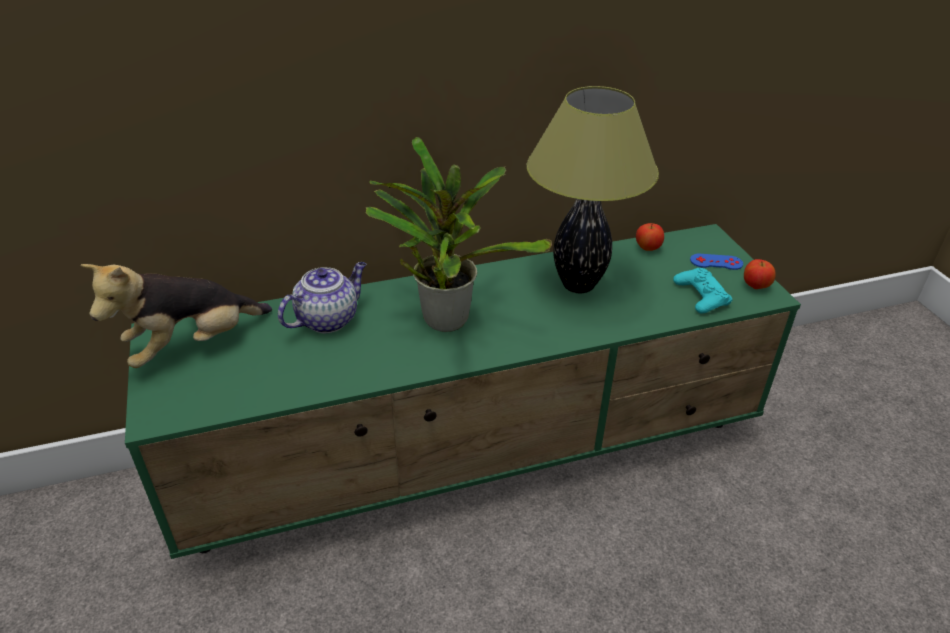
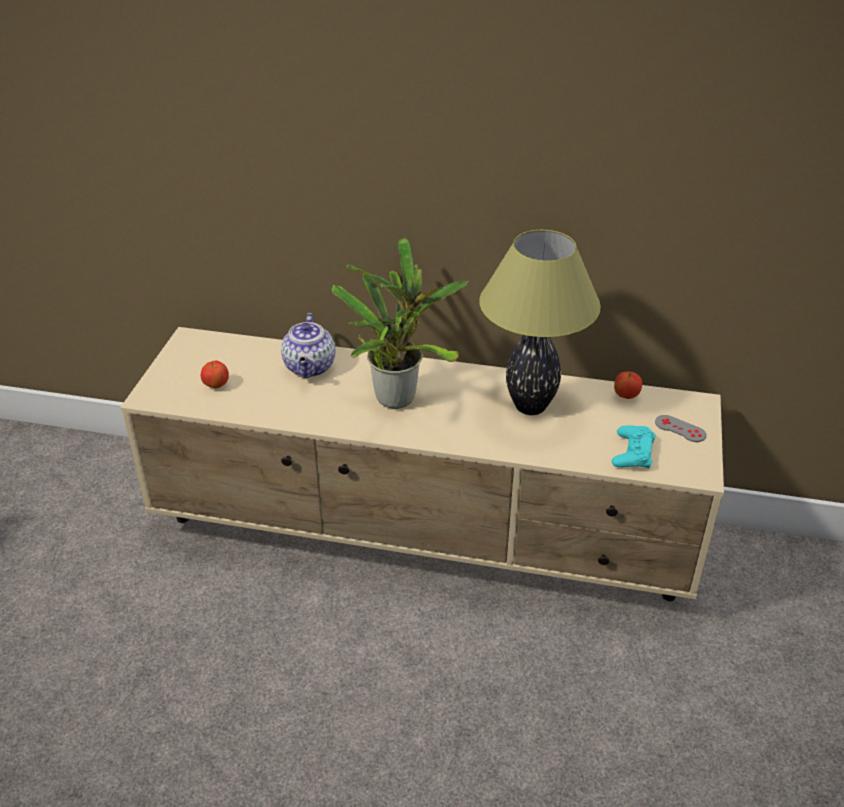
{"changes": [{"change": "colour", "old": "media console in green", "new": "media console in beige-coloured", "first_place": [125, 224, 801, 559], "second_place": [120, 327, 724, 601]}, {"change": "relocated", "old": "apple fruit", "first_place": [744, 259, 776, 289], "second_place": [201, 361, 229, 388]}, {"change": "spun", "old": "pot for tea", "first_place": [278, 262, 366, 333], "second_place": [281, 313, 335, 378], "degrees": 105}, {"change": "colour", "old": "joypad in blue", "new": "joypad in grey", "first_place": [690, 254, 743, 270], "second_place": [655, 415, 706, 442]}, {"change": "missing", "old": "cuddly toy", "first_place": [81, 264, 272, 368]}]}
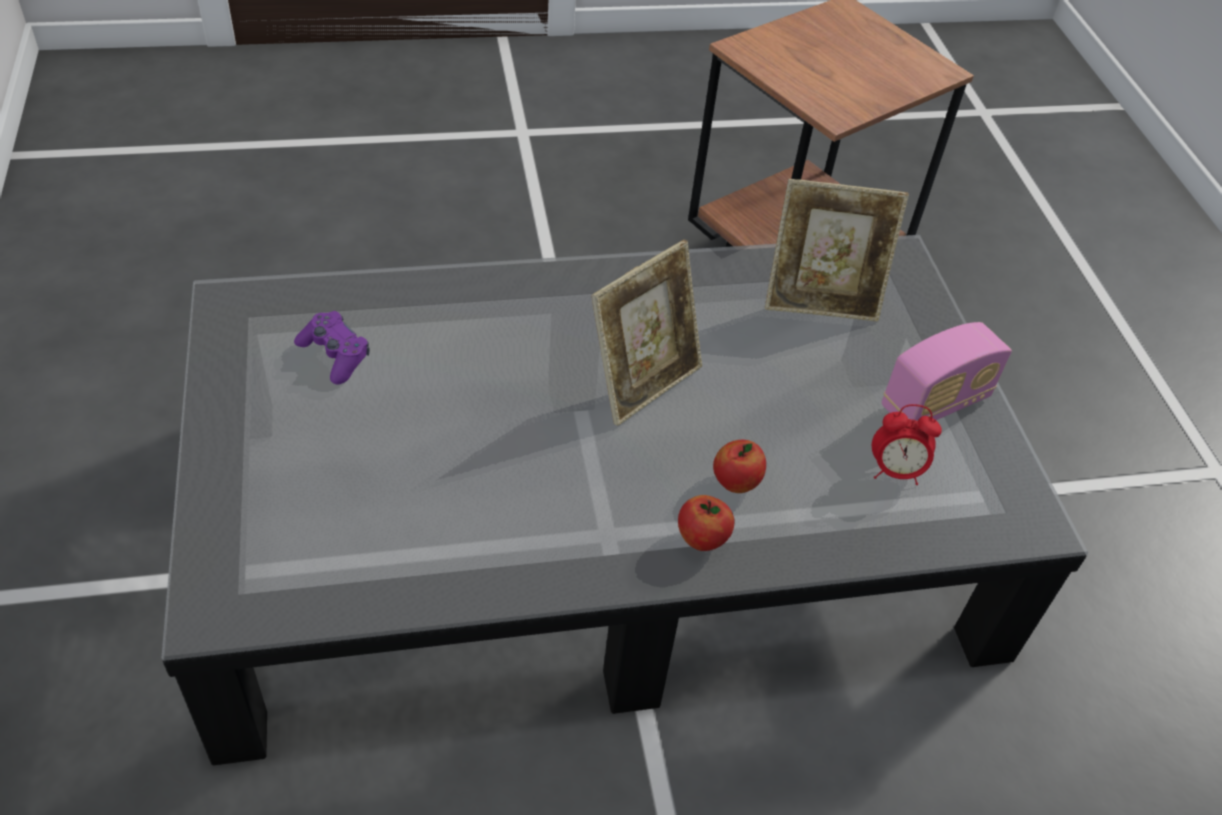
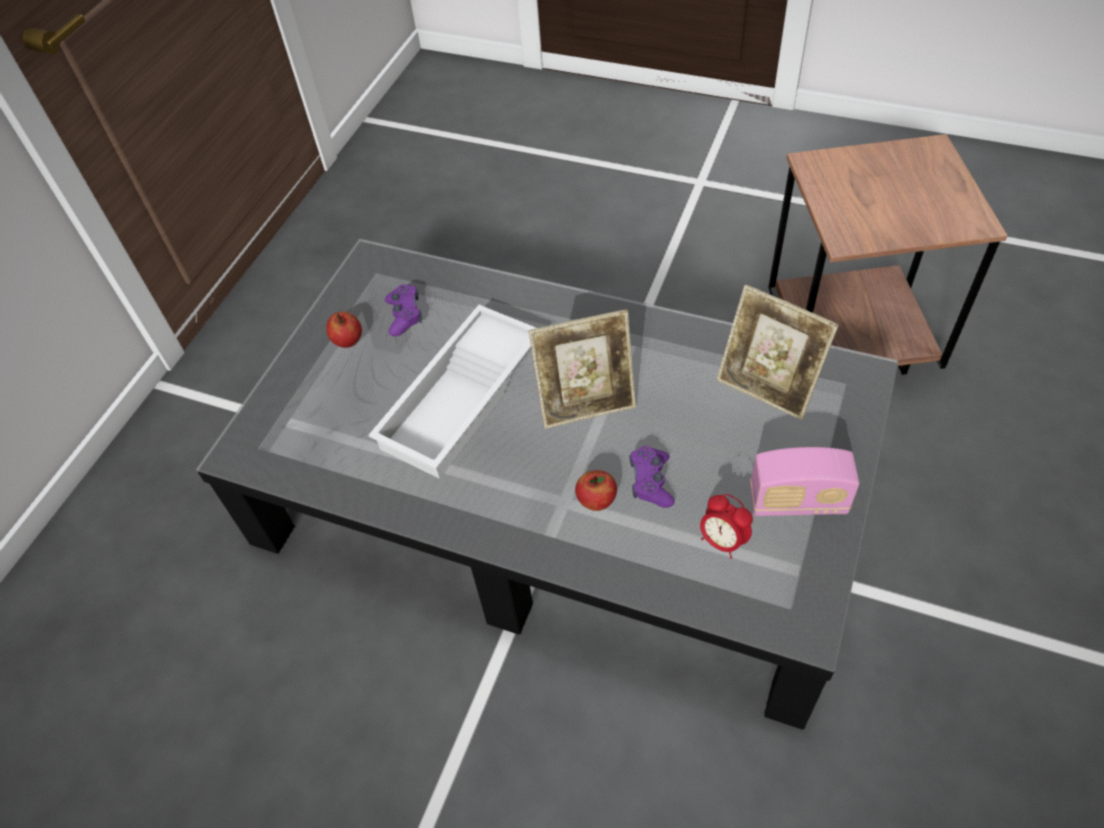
{"changes": [{"change": "relocated", "old": "apple fruit", "first_place": [678, 495, 735, 551], "second_place": [326, 312, 362, 348]}, {"change": "appeared", "new": "carrying tray in white-coloured", "second_place": [368, 305, 536, 479]}, {"change": "appeared", "new": "joypad in purplish", "second_place": [629, 446, 675, 508]}]}
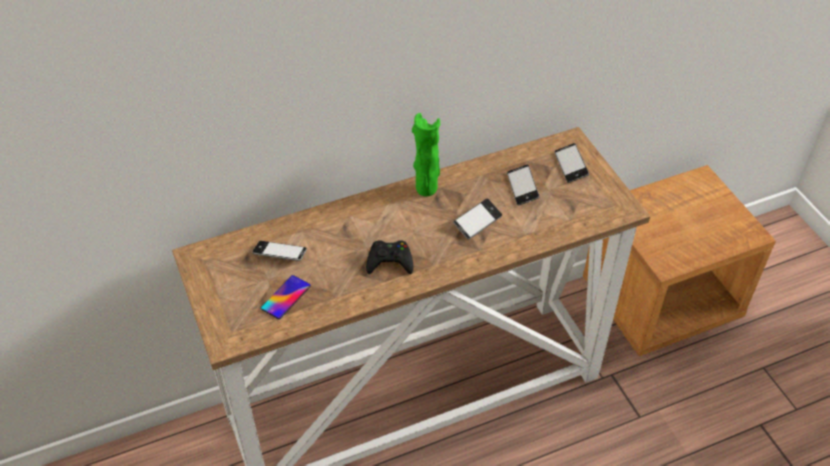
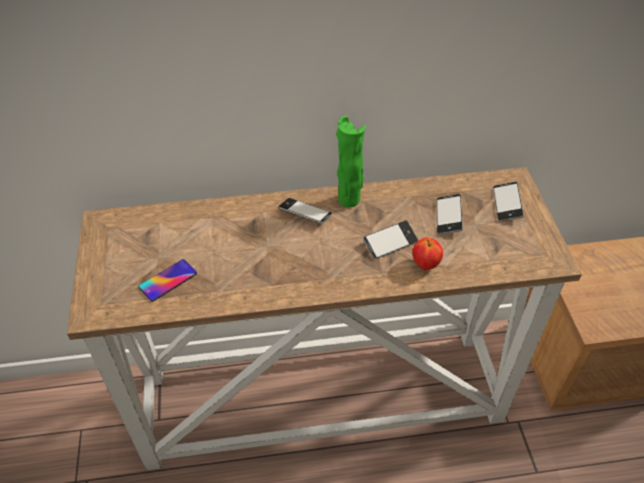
{"changes": [{"change": "relocated", "old": "telephone", "first_place": [252, 241, 307, 261], "second_place": [278, 198, 332, 223]}, {"change": "appeared", "new": "apple fruit", "second_place": [412, 237, 443, 270]}, {"change": "missing", "old": "joypad in blackish", "first_place": [366, 240, 414, 274]}]}
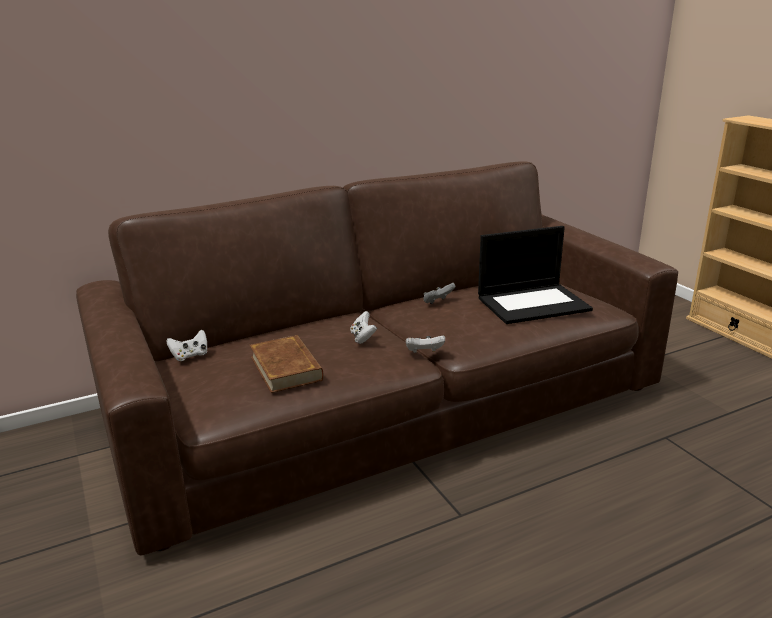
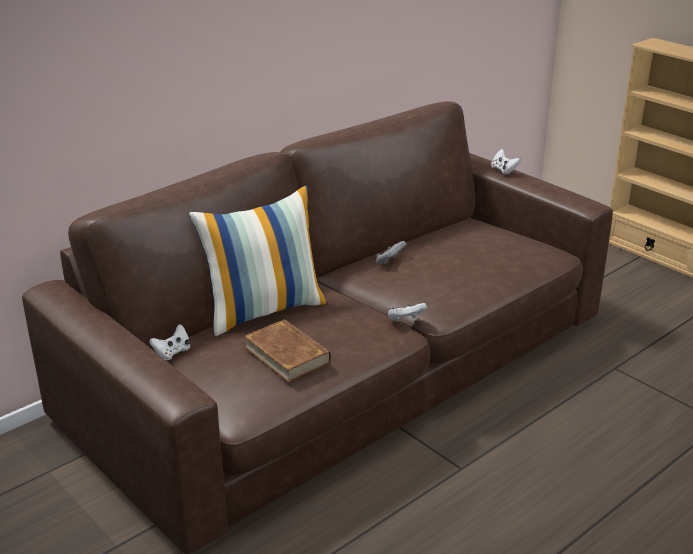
{"changes": [{"change": "appeared", "new": "pillow", "second_place": [189, 185, 328, 336]}, {"change": "relocated", "old": "joypad in white-coloured", "first_place": [350, 311, 377, 344], "second_place": [491, 149, 521, 175]}, {"change": "missing", "old": "notebook computer", "first_place": [478, 226, 593, 324]}]}
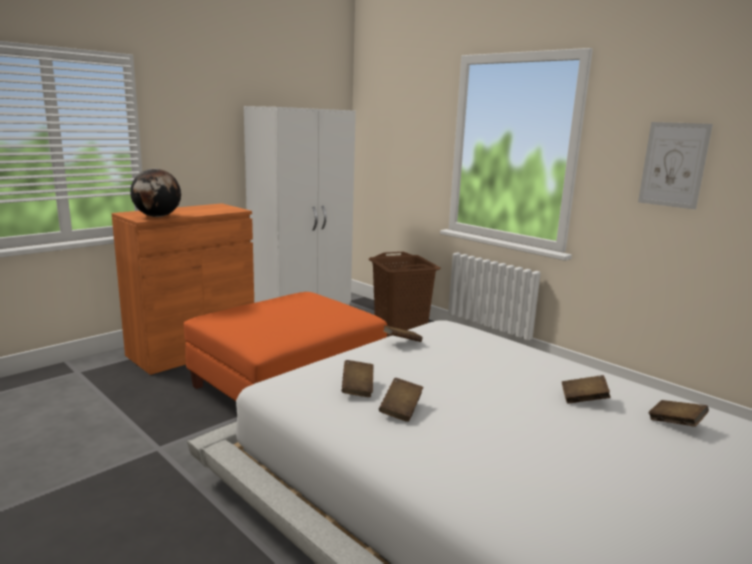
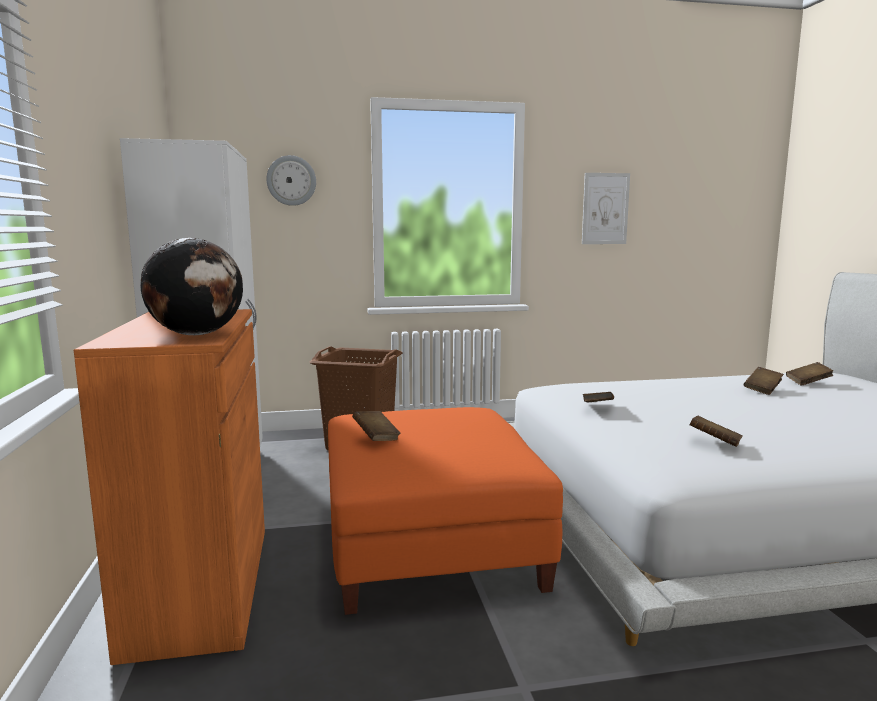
{"changes": [{"change": "appeared", "new": "hanging clock", "second_place": [266, 155, 316, 206]}, {"change": "relocated", "old": "volume in brown", "first_place": [379, 378, 423, 422], "second_place": [352, 411, 401, 441]}]}
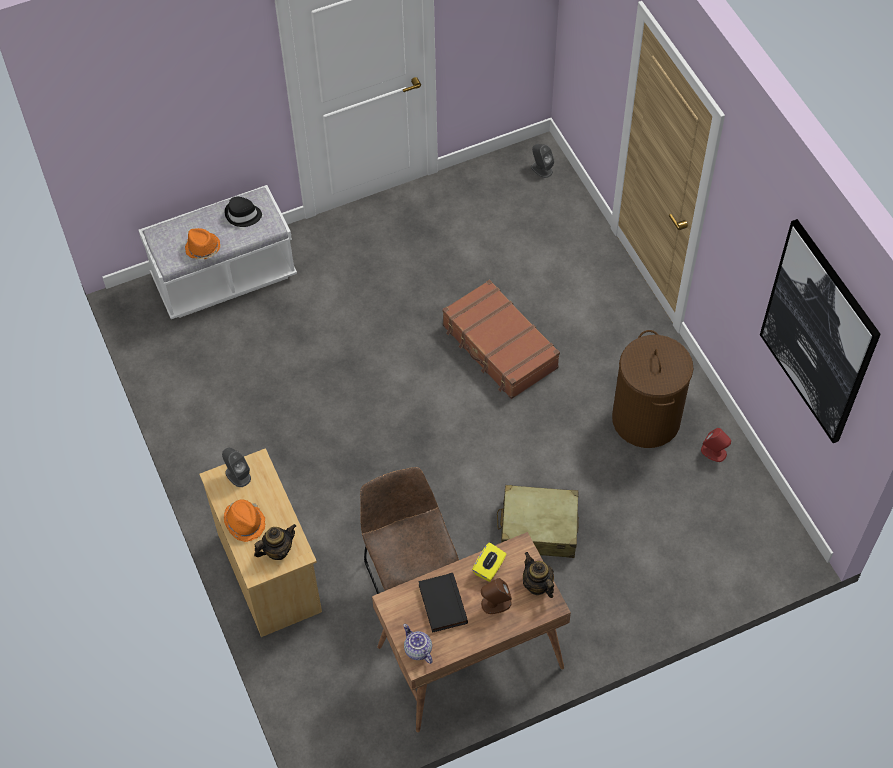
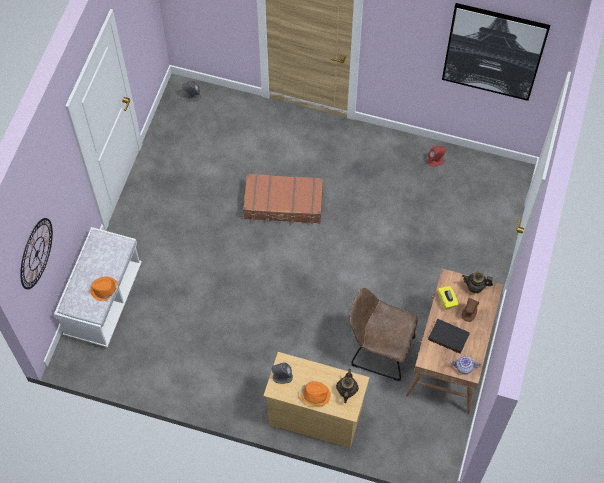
{"changes": [{"change": "appeared", "new": "hanging clock", "second_place": [20, 218, 53, 289]}, {"change": "missing", "old": "clothing hat in blackish", "first_place": [225, 197, 262, 227]}, {"change": "missing", "old": "piece of luggage in beige-coloured", "first_place": [497, 485, 579, 558]}, {"change": "missing", "old": "hamper in brown", "first_place": [612, 330, 693, 448]}]}
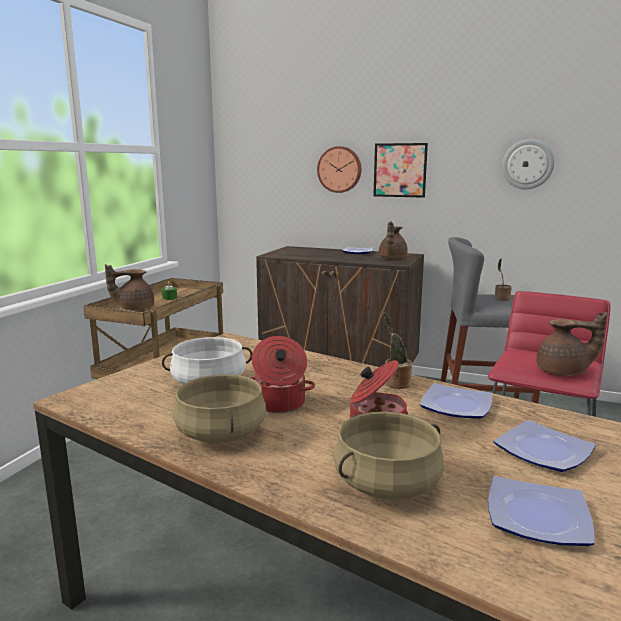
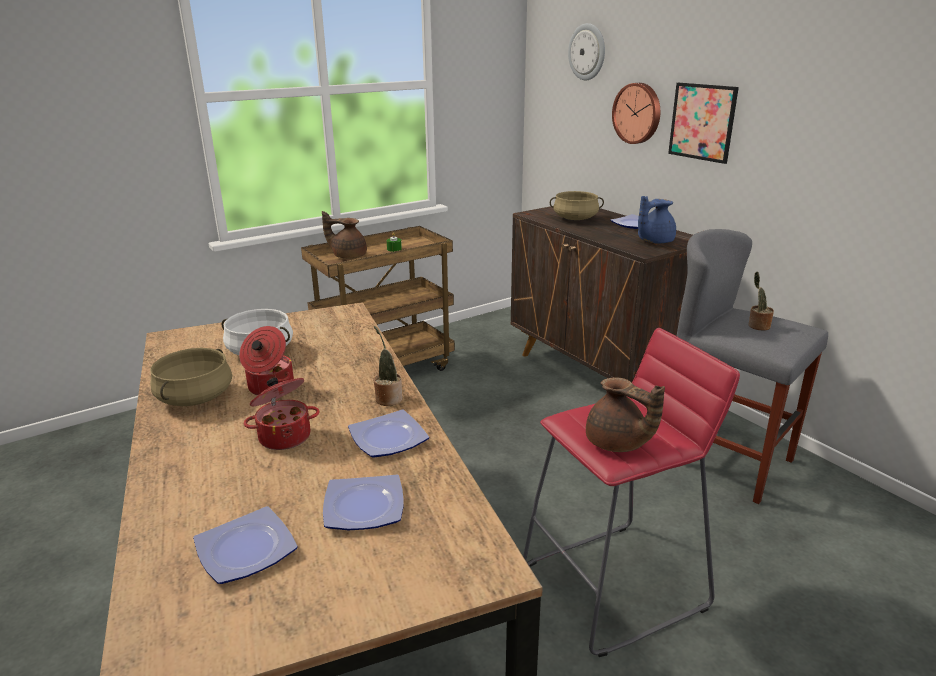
{"changes": [{"change": "relocated", "old": "cooking pot in beige-coloured", "first_place": [333, 412, 444, 499], "second_place": [550, 191, 604, 220]}, {"change": "relocated", "old": "hanging clock", "first_place": [502, 139, 554, 189], "second_place": [568, 23, 605, 80]}, {"change": "colour", "old": "pot for tea in brown", "new": "pot for tea in blue", "first_place": [379, 222, 408, 259], "second_place": [638, 196, 676, 244]}]}
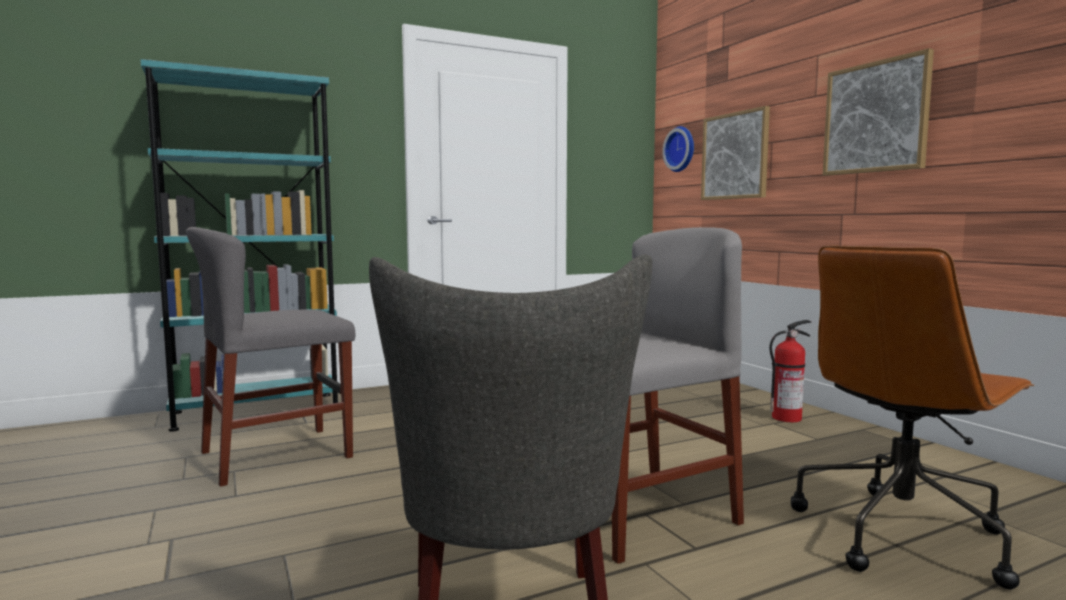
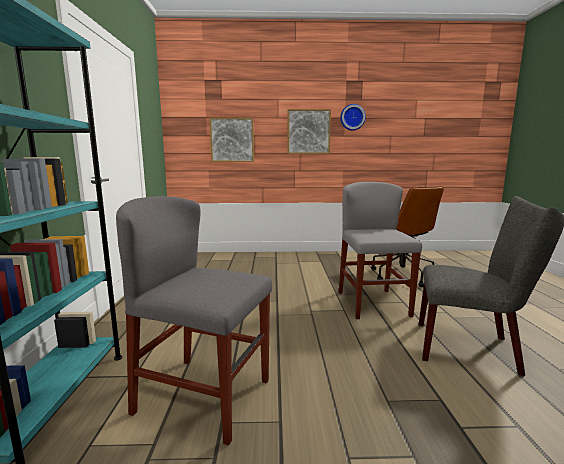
{"changes": [{"change": "spun", "old": "upright chair in grey", "first_place": [186, 227, 355, 487], "second_place": [116, 196, 272, 445], "degrees": 120}, {"change": "relocated", "old": "hanging clock", "first_place": [662, 126, 694, 172], "second_place": [340, 104, 366, 131]}, {"change": "missing", "old": "extinguisher", "first_place": [769, 320, 812, 422]}]}
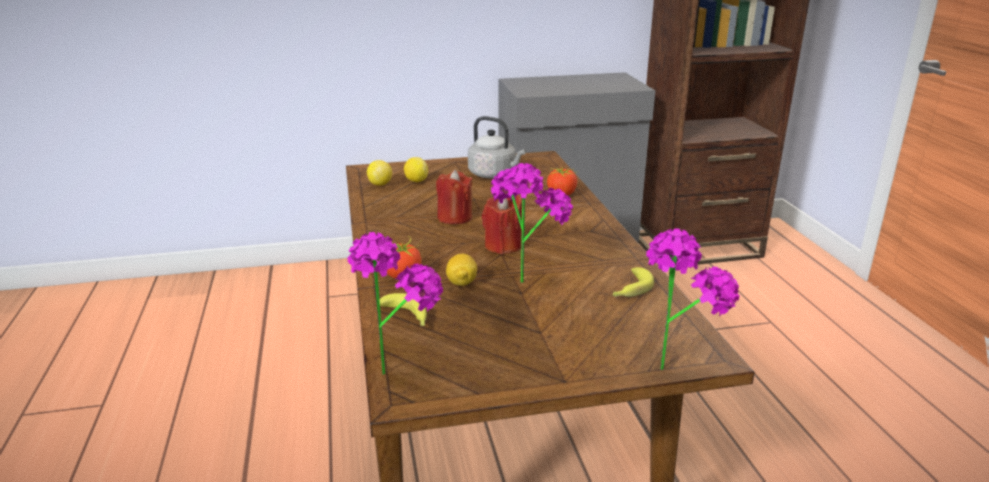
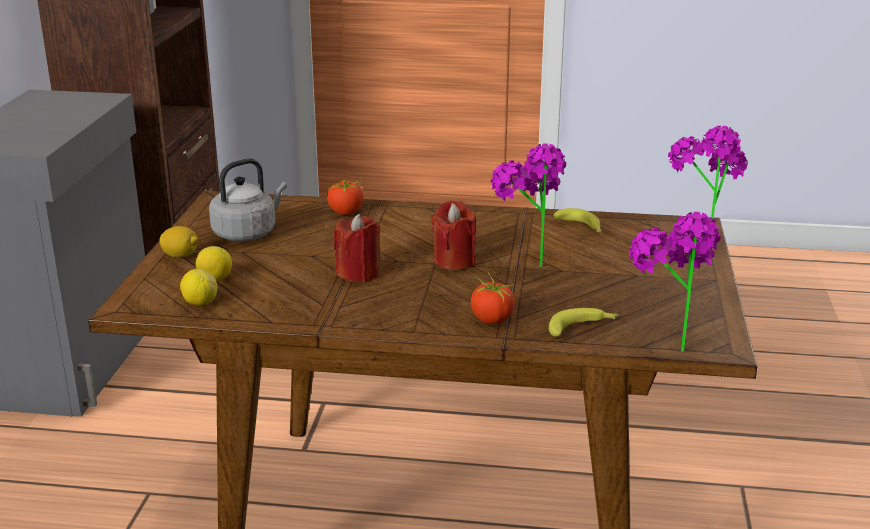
{"changes": [{"change": "relocated", "old": "whole lemon", "first_place": [446, 254, 477, 286], "second_place": [159, 226, 199, 258]}]}
